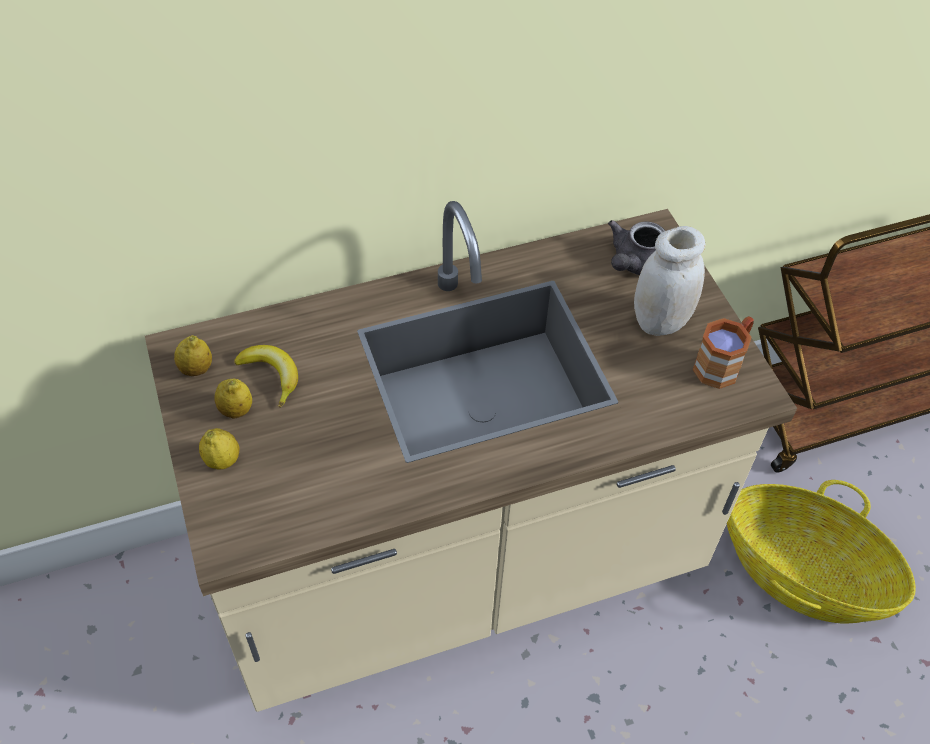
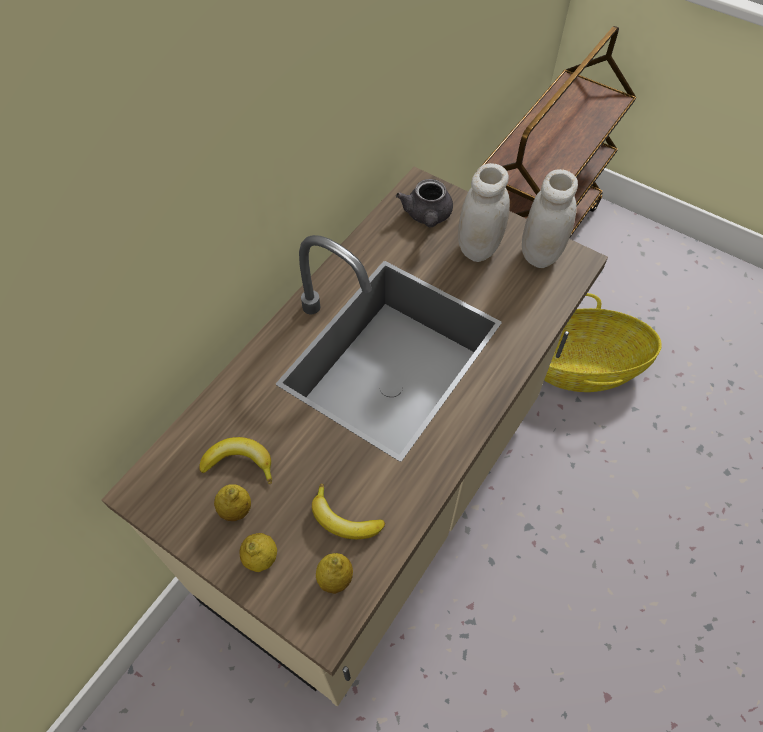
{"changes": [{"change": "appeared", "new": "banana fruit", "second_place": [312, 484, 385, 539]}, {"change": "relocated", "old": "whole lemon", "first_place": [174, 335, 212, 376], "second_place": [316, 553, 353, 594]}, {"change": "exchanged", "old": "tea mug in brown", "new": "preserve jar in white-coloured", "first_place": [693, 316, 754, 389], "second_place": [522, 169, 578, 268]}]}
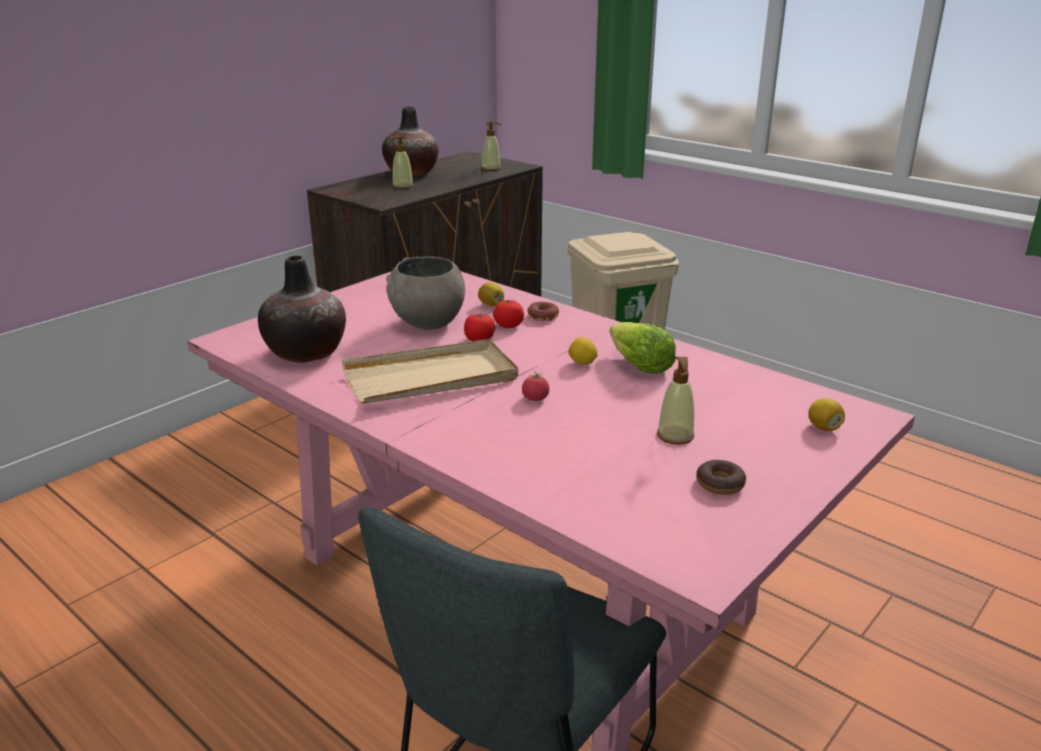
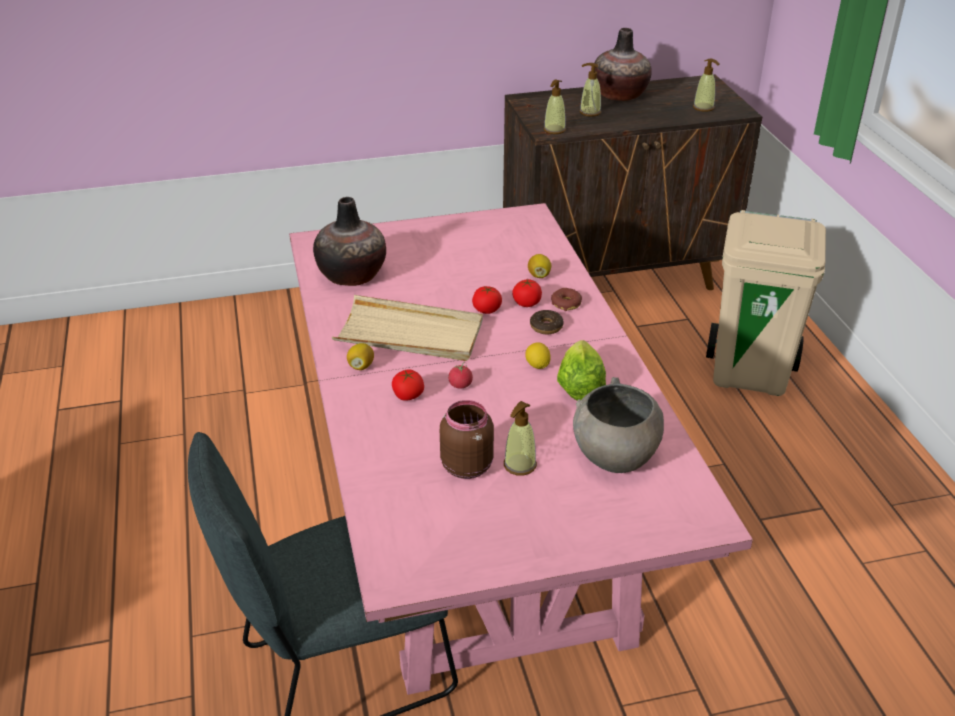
{"changes": [{"change": "relocated", "old": "whole lemon", "first_place": [808, 398, 845, 431], "second_place": [347, 343, 374, 370]}, {"change": "appeared", "new": "whole tomato", "second_place": [392, 369, 424, 401]}, {"change": "appeared", "new": "preserve jar in brown", "second_place": [440, 400, 494, 479]}, {"change": "relocated", "old": "doughnut", "first_place": [696, 459, 746, 495], "second_place": [530, 310, 564, 334]}, {"change": "appeared", "new": "soap bottle", "second_place": [544, 79, 566, 134]}, {"change": "relocated", "old": "deep dish in grey", "first_place": [386, 256, 465, 330], "second_place": [573, 377, 664, 473]}]}
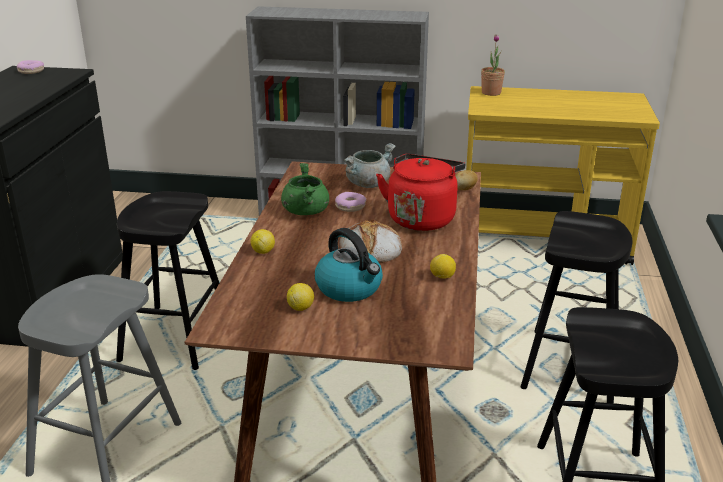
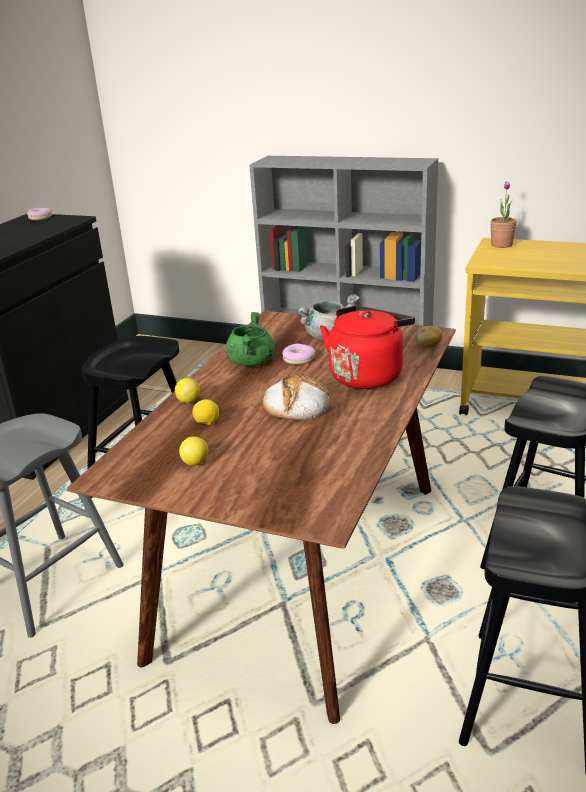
{"changes": [{"change": "relocated", "old": "whole lemon", "first_place": [430, 254, 456, 279], "second_place": [192, 399, 219, 425]}, {"change": "missing", "old": "water kettle", "first_place": [315, 228, 383, 302]}]}
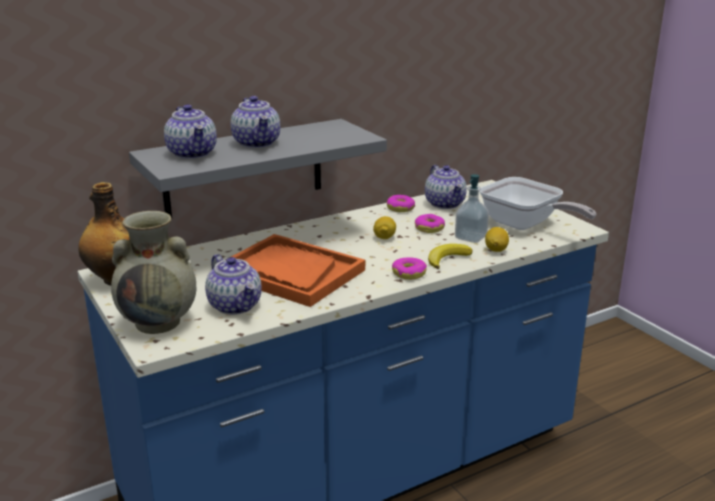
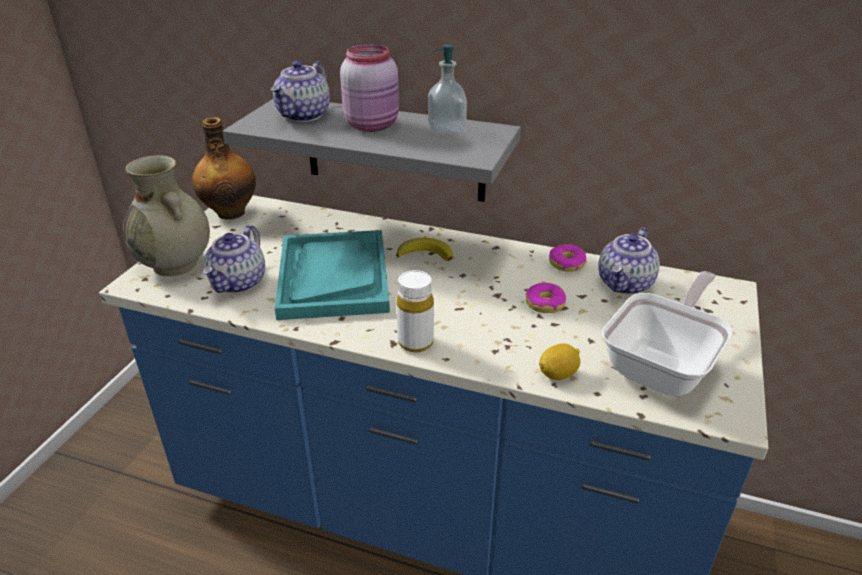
{"changes": [{"change": "colour", "old": "carrying tray in orange-coloured", "new": "carrying tray in turquoise-coloured", "first_place": [231, 234, 365, 307], "second_place": [275, 230, 390, 320]}, {"change": "exchanged", "old": "pot for tea", "new": "preserve jar in pink", "first_place": [230, 96, 280, 148], "second_place": [340, 44, 399, 132]}, {"change": "relocated", "old": "banana fruit", "first_place": [428, 244, 472, 269], "second_place": [396, 237, 453, 261]}, {"change": "exchanged", "old": "doughnut", "new": "drink bottle in white-coloured", "first_place": [392, 257, 427, 280], "second_place": [397, 270, 434, 352]}, {"change": "relocated", "old": "soap bottle", "first_place": [455, 174, 489, 243], "second_place": [428, 44, 467, 135]}, {"change": "spun", "old": "pan", "first_place": [479, 177, 596, 230], "second_place": [602, 271, 733, 396], "degrees": -150}, {"change": "missing", "old": "whole lemon", "first_place": [373, 216, 396, 239]}]}
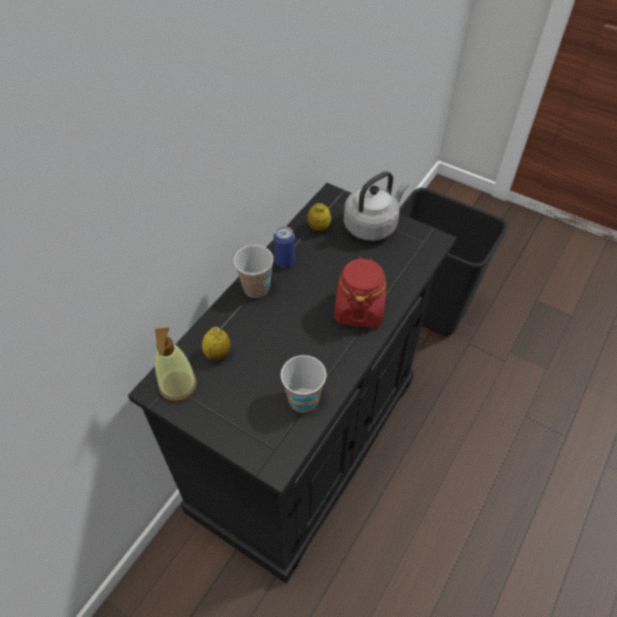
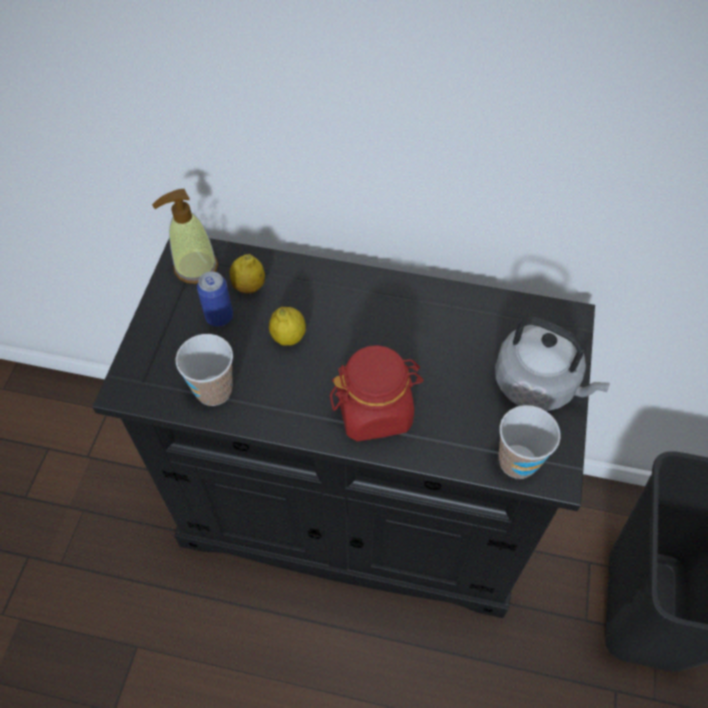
{"changes": [{"change": "relocated", "old": "sealed can", "first_place": [274, 226, 295, 268], "second_place": [197, 271, 233, 326]}, {"change": "relocated", "old": "whole lemon", "first_place": [307, 203, 331, 232], "second_place": [269, 307, 306, 346]}, {"change": "relocated", "old": "small cup", "first_place": [234, 245, 274, 298], "second_place": [498, 405, 561, 479]}]}
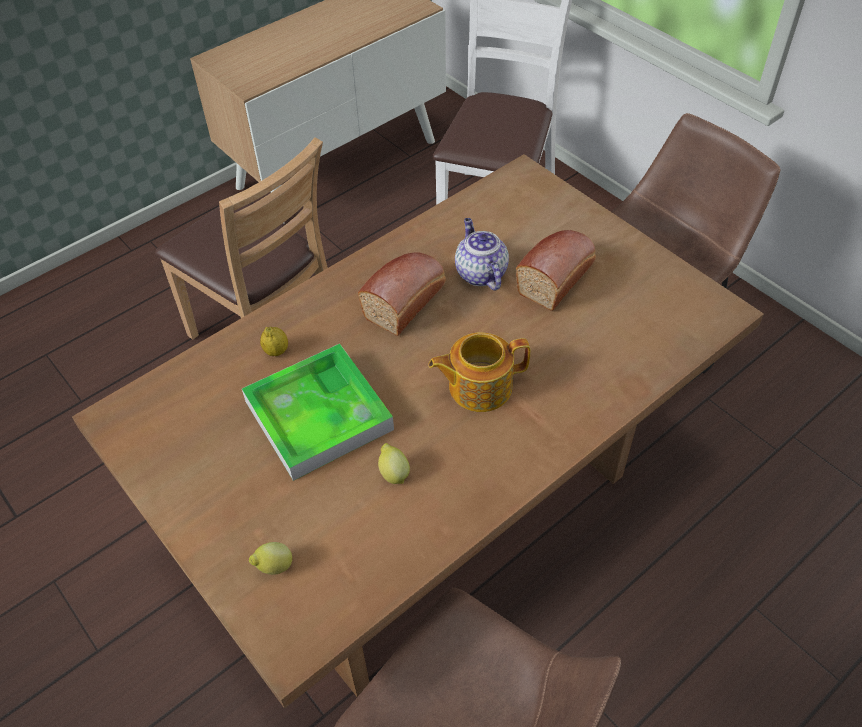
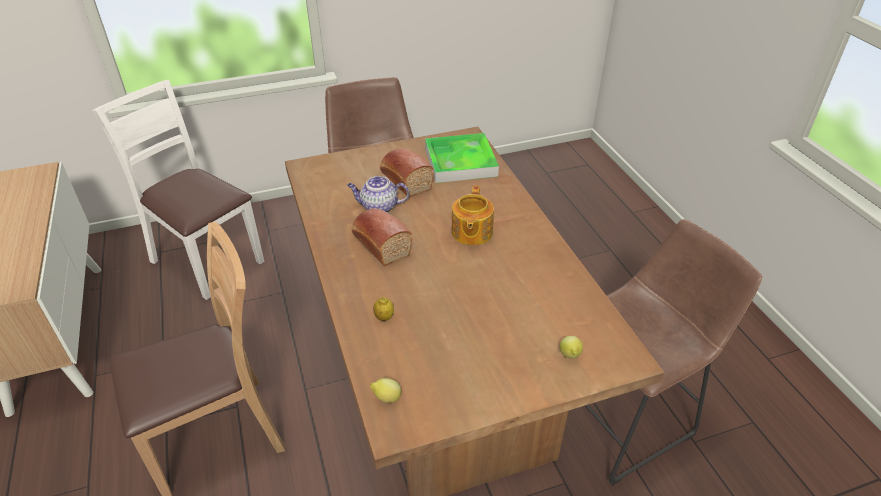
{"changes": [{"change": "relocated", "old": "whole lemon", "first_place": [378, 443, 410, 484], "second_place": [370, 378, 401, 403]}, {"change": "relocated", "old": "carrying tray", "first_place": [242, 344, 394, 481], "second_place": [425, 133, 499, 183]}]}
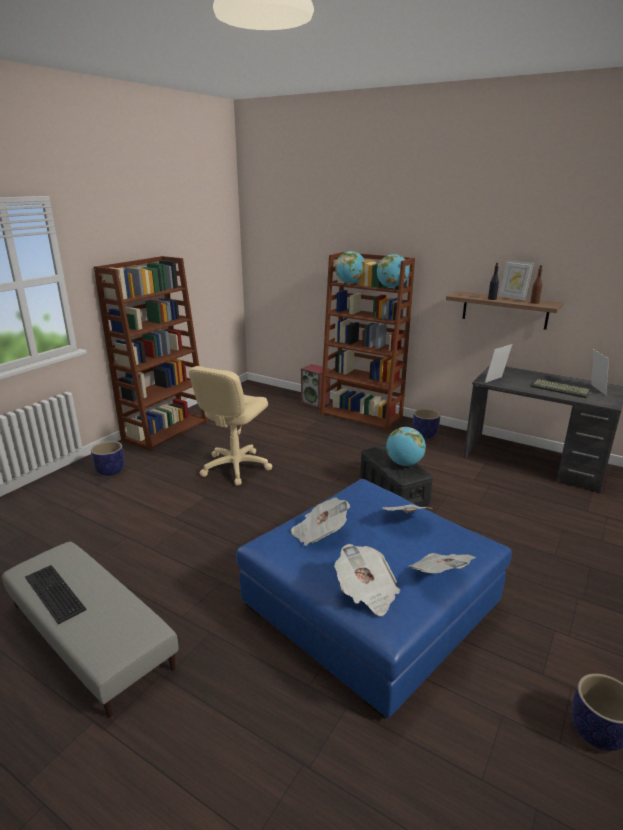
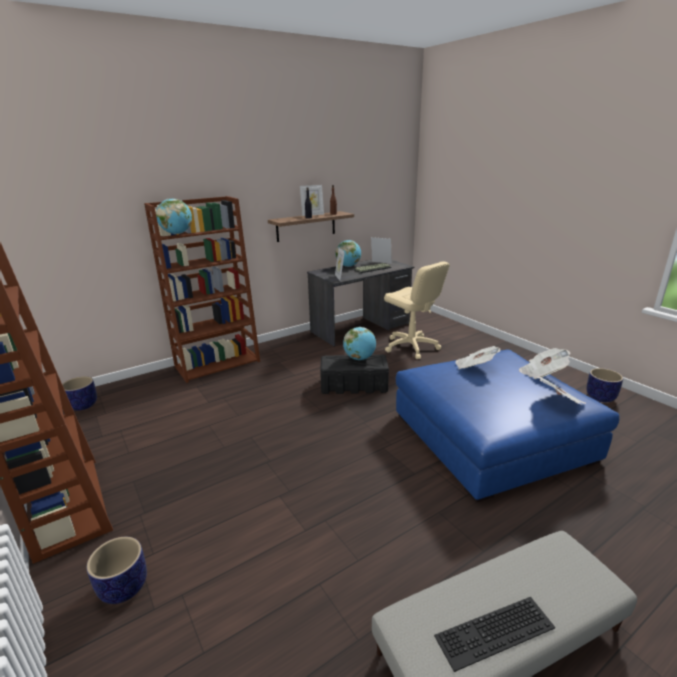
{"changes": [{"change": "relocated", "old": "plant pot", "first_place": [413, 409, 440, 438], "second_place": [62, 376, 97, 411]}, {"change": "relocated", "old": "world globe", "first_place": [377, 254, 409, 288], "second_place": [335, 240, 361, 267]}, {"change": "relocated", "old": "computer chair in beige-coloured", "first_place": [189, 366, 272, 485], "second_place": [384, 261, 450, 359]}, {"change": "missing", "old": "printed paper", "first_place": [291, 498, 350, 546]}, {"change": "missing", "old": "audio speaker", "first_place": [301, 364, 330, 409]}]}
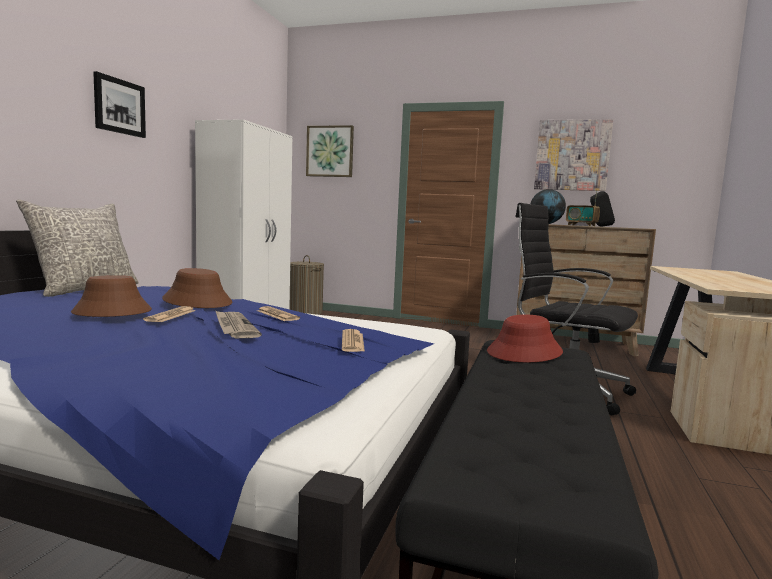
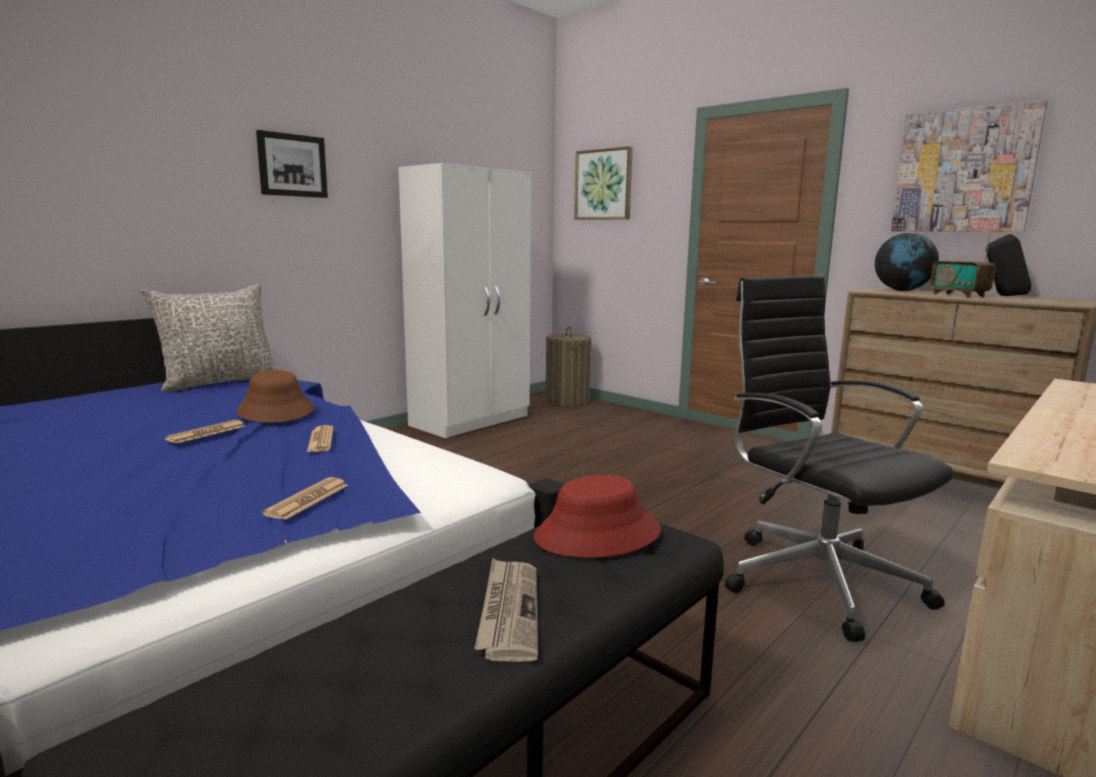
{"changes": [{"change": "relocated", "old": "printed paper", "first_place": [215, 310, 262, 338], "second_place": [474, 558, 538, 662]}, {"change": "missing", "old": "clothing hat in brown", "first_place": [71, 275, 152, 317]}]}
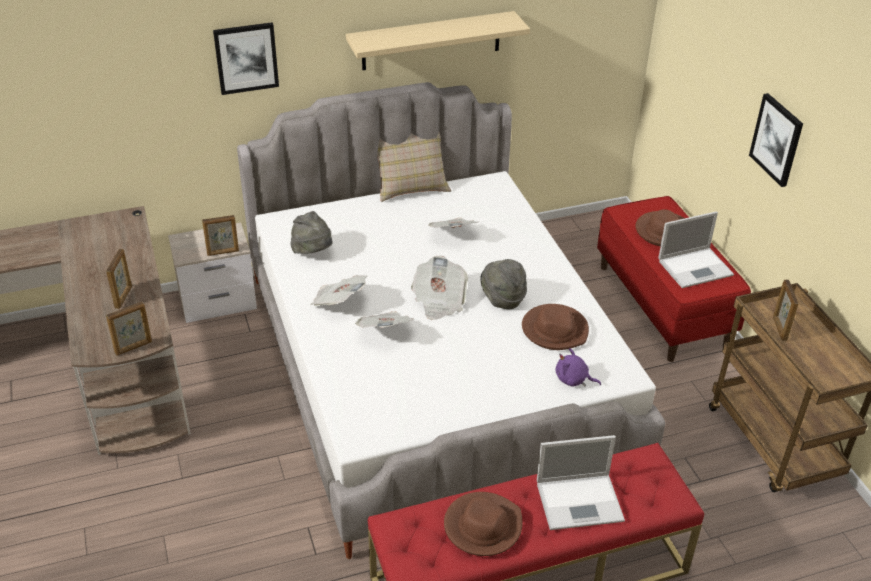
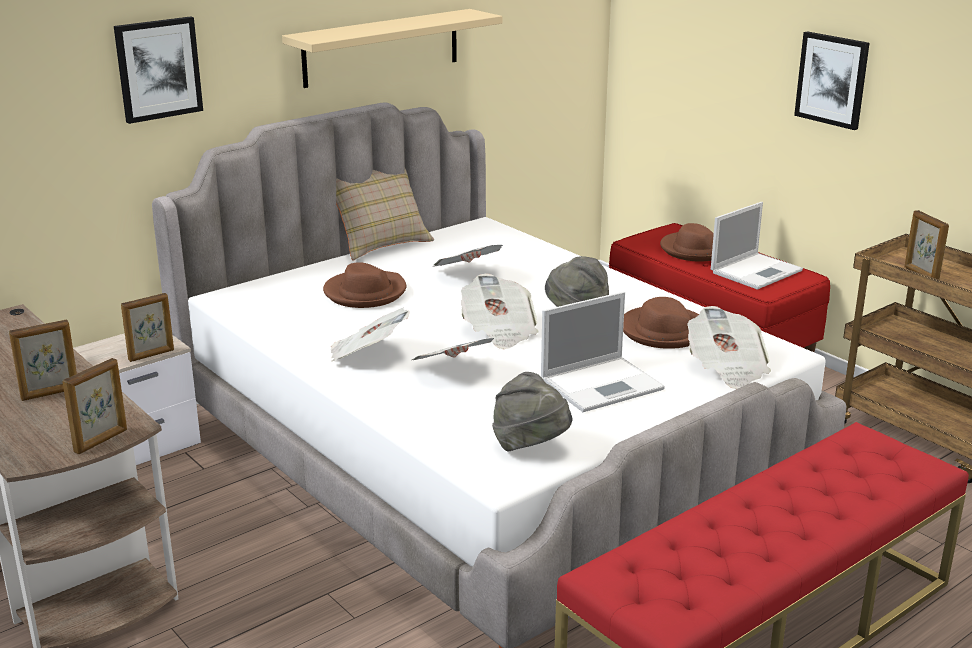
{"changes": [{"change": "spun", "old": "standing frame", "first_place": [106, 249, 132, 309], "second_place": [9, 320, 77, 401], "degrees": 75}, {"change": "relocated", "old": "clothing hat in brown", "first_place": [444, 492, 522, 556], "second_place": [323, 262, 406, 308]}, {"change": "relocated", "old": "clothing hat in grey", "first_place": [291, 211, 332, 254], "second_place": [492, 372, 573, 451]}, {"change": "relocated", "old": "notebook computer", "first_place": [537, 435, 625, 530], "second_place": [541, 292, 665, 412]}, {"change": "exchanged", "old": "cuddly toy in purplish", "new": "printed paper", "first_place": [556, 348, 601, 387], "second_place": [687, 306, 771, 389]}]}
